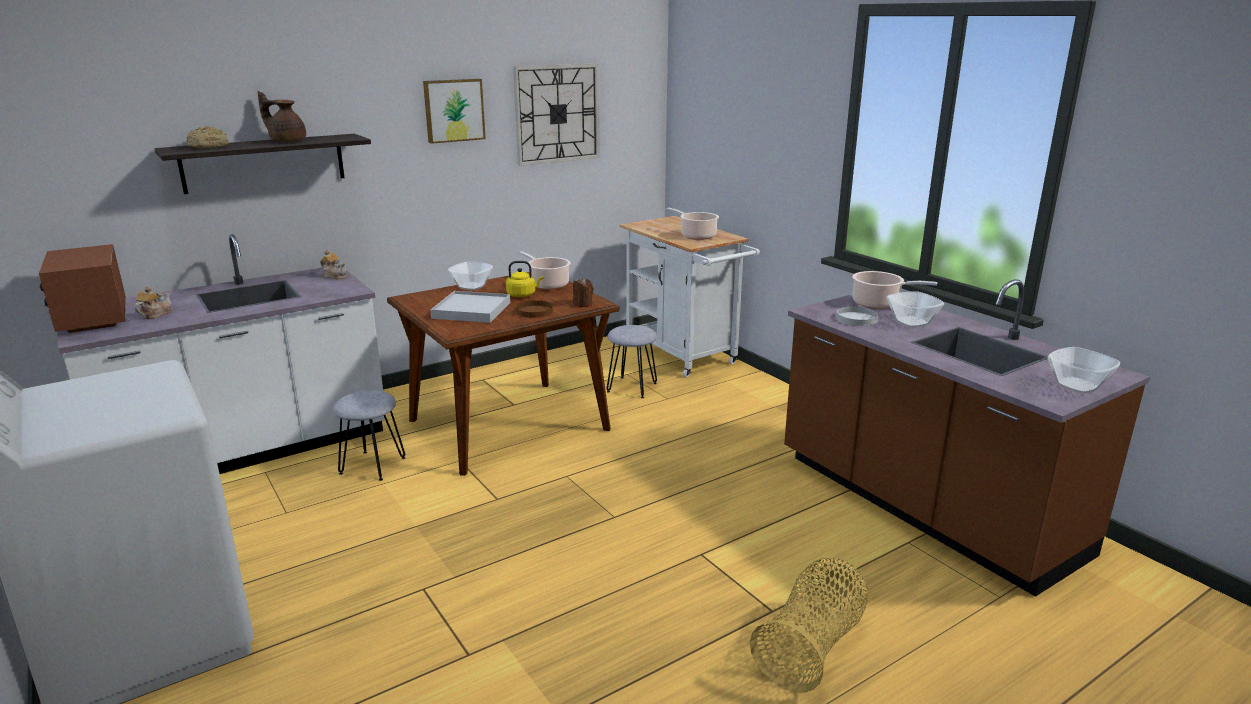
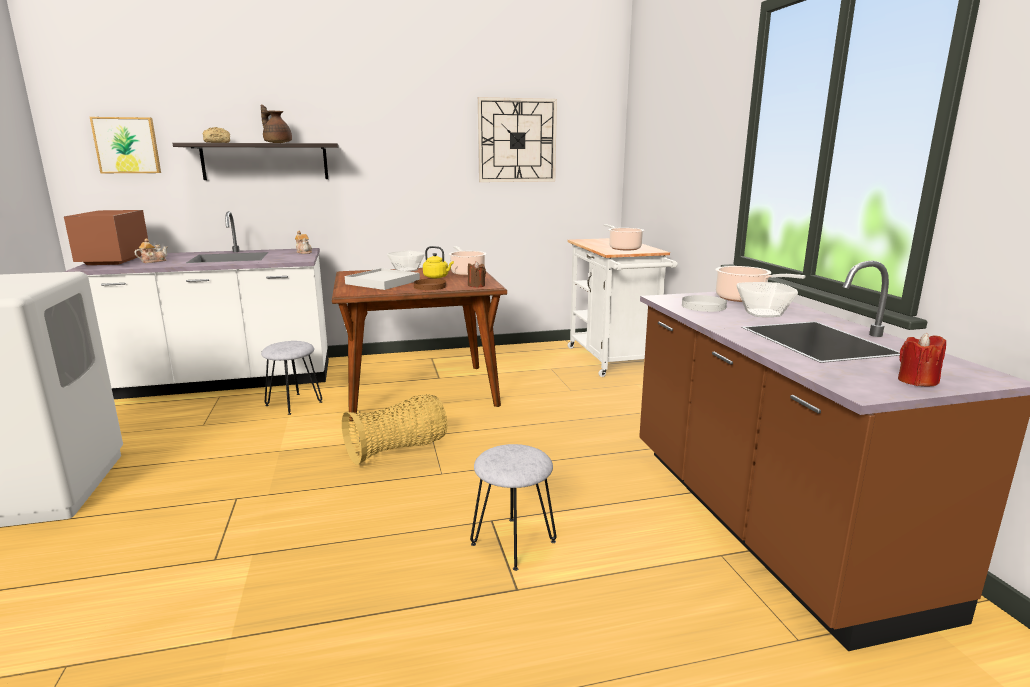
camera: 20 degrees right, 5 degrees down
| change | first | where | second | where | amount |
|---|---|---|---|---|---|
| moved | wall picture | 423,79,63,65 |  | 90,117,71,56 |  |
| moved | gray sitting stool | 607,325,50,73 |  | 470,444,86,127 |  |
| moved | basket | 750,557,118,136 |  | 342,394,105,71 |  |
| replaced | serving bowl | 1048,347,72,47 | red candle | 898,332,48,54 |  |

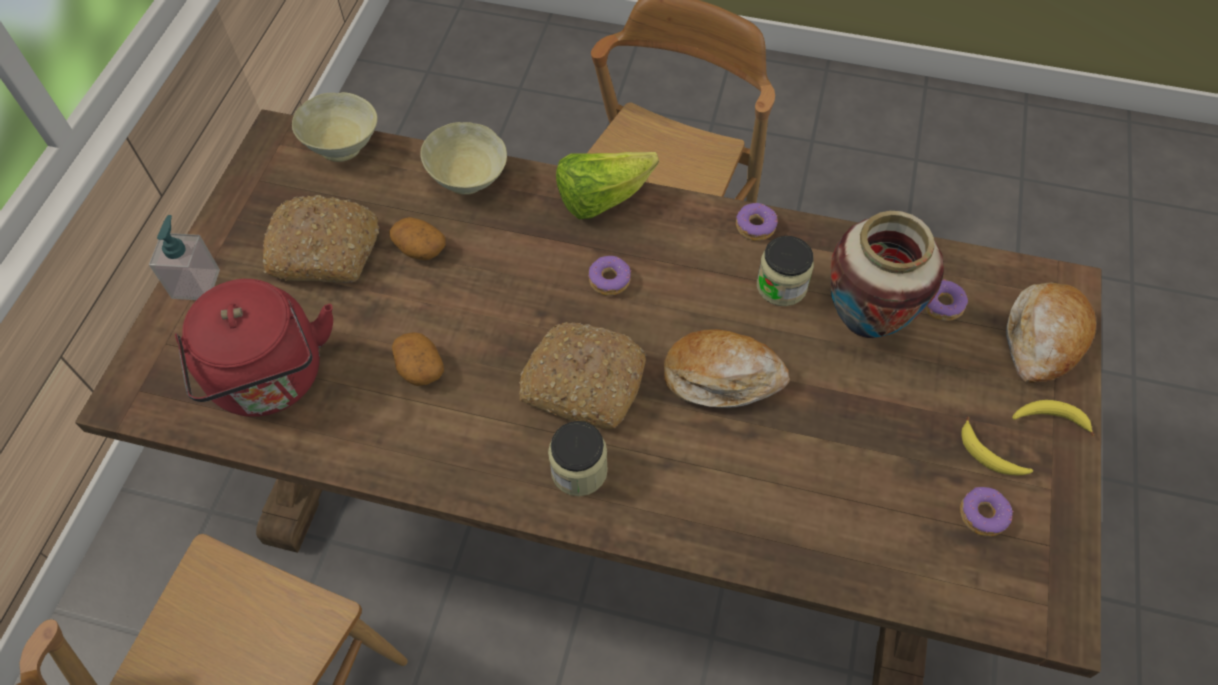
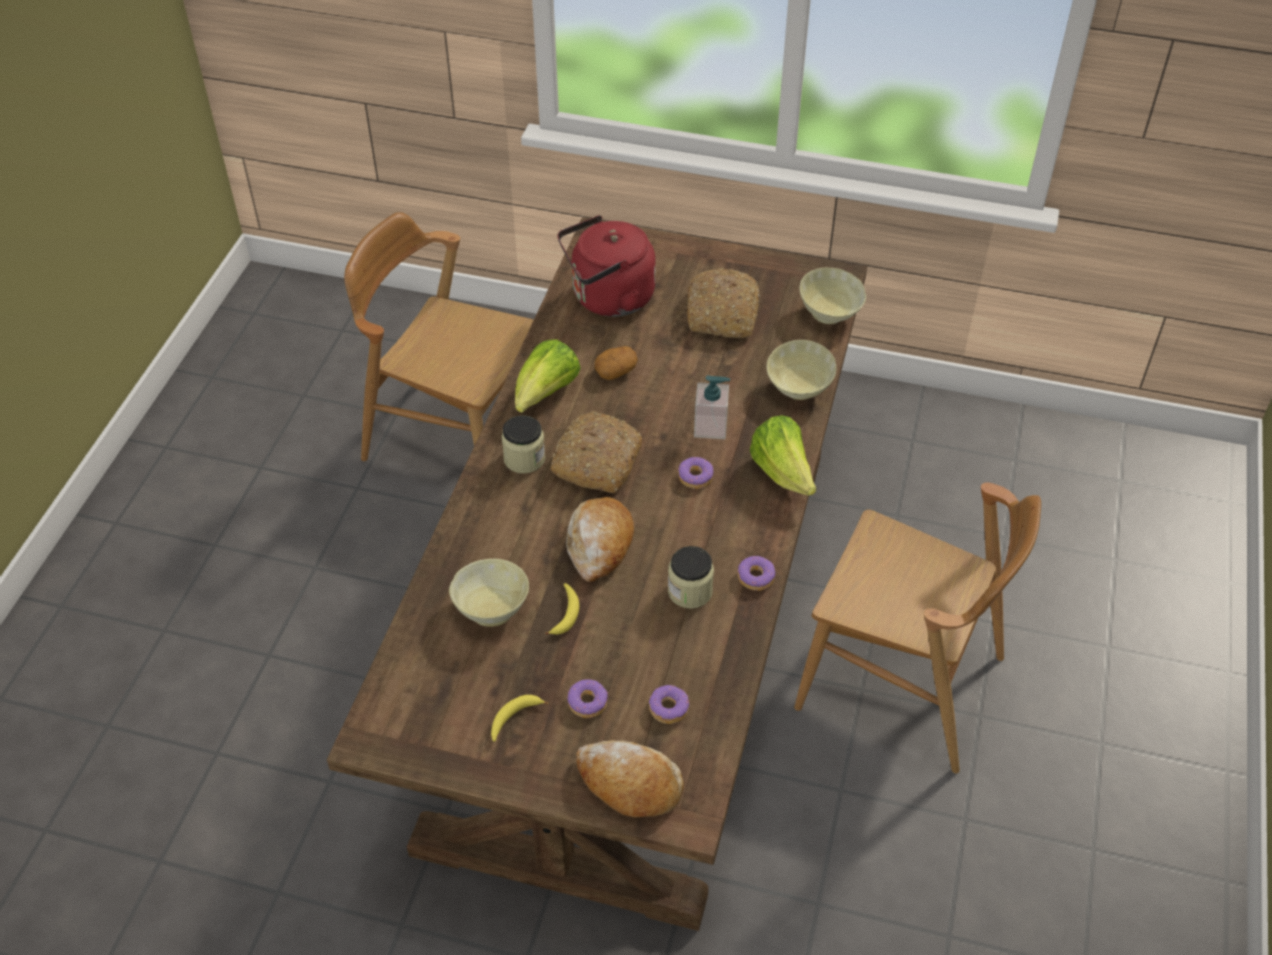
camera: 90 degrees right, 10 degrees down
| change | first | where | second | where | amount |
|---|---|---|---|---|---|
| moved | liquid soap bottle | 149,215,71,85 |  | 694,375,36,64 |  |
| removed | whole potato | 389,217,56,43 |  |  |  |
| removed | decorative vase | 831,211,113,127 |  |  |  |
| moved | doughnut | 960,487,53,49 |  | 567,679,41,39 |  |
| moved | banana | 1012,400,83,37 |  | 545,583,34,52 |  |
| added |  |  | beige serving bowl | 449,559,80,68 |  |
| added |  |  | lettuce | 515,339,66,74 |  |

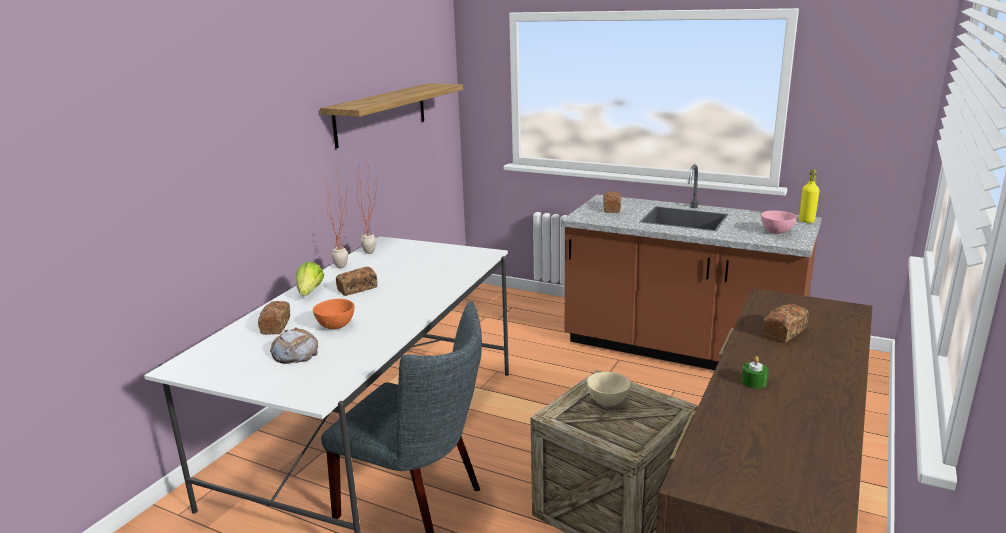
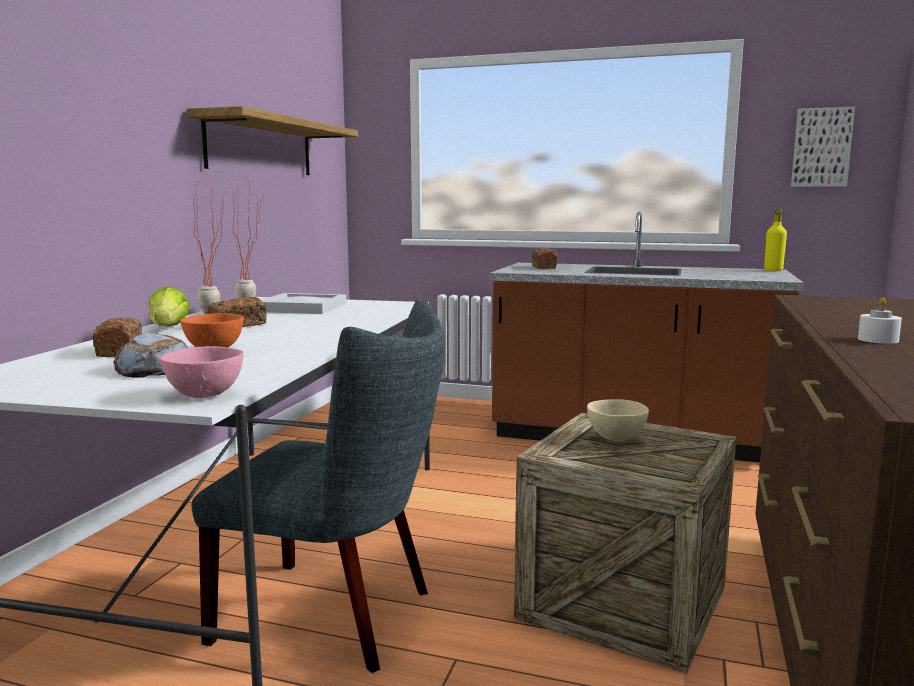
camera: 10 degrees left, 10 degrees down
| change | first | where | second | where | amount |
|---|---|---|---|---|---|
| recoloured | greenish candle | 741,356,28,33 | white-coloured candle | 858,297,44,47 |  |
| moved | pink-coloured serving bowl | 761,210,36,24 |  | 160,346,84,52 |  |
| removed | bread | 762,304,47,39 |  |  |  |
| added |  |  | white-coloured carrying tray | 261,293,85,21 |  |
| added |  |  | wall picture | 791,107,64,80 |  |

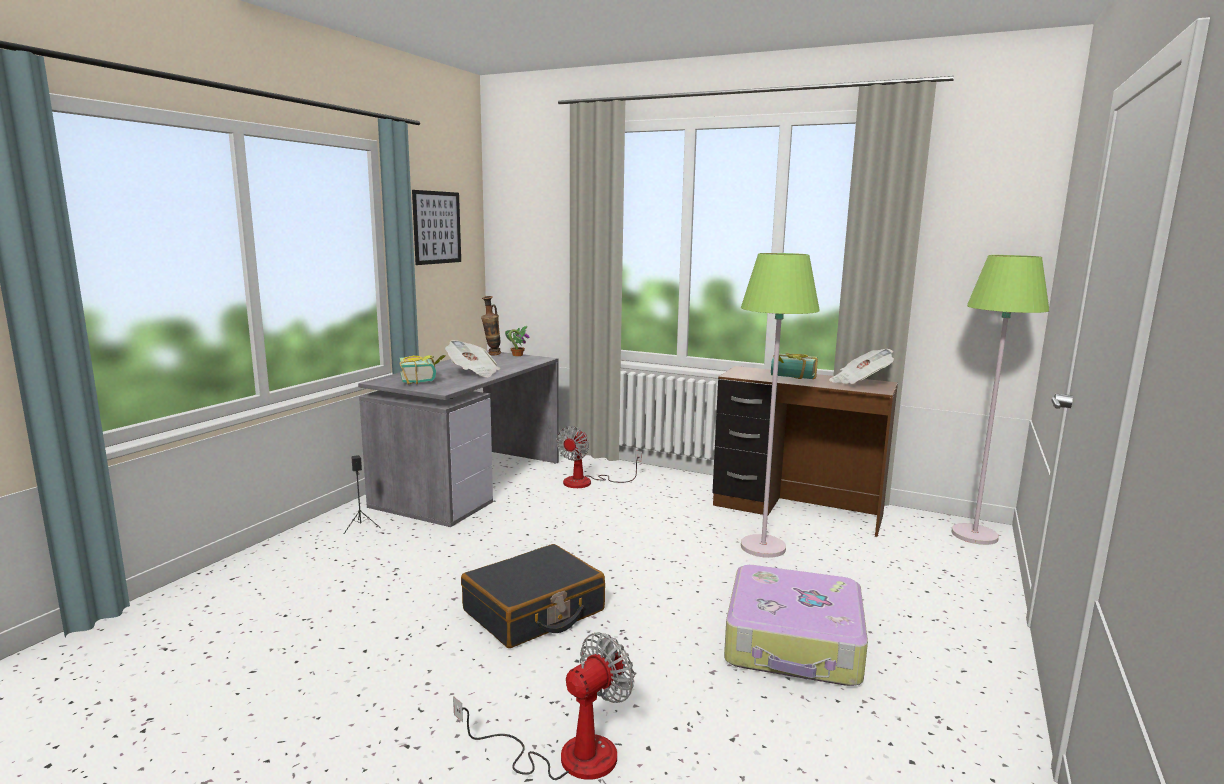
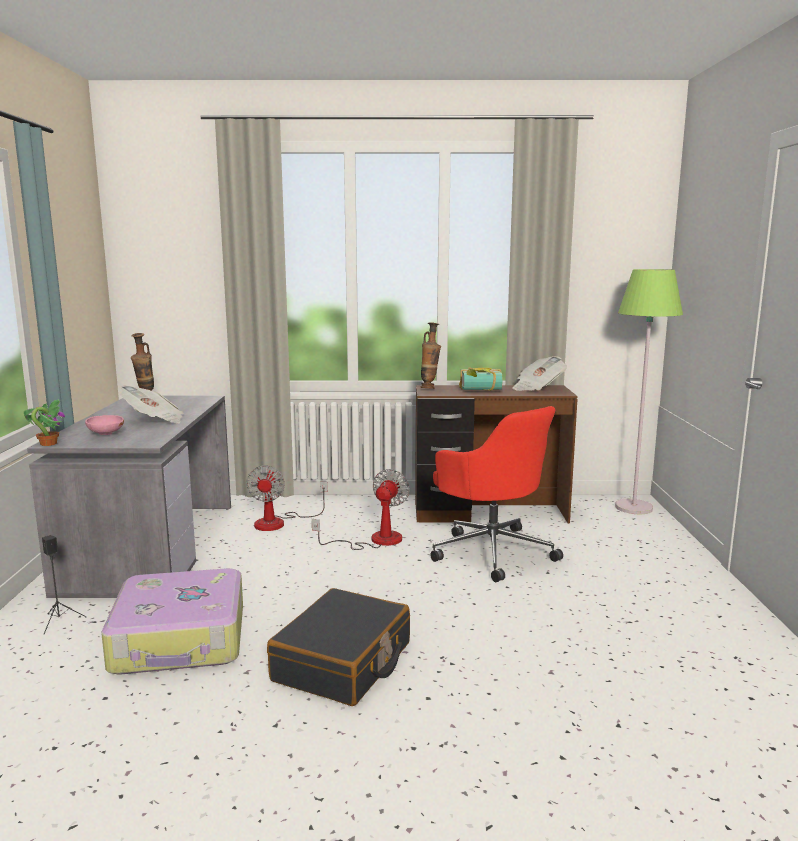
camera: 25 degrees left, 0 degrees up
| change | first | where | second | where | amount |
|---|---|---|---|---|---|
| replaced | volume | 400,355,46,30 | pink-coloured serving bowl | 85,415,39,20 |  |
| removed | wall picture | 412,190,49,75 |  |  |  |
| moved | electric fan | 453,632,182,148 |  | 312,469,98,81 |  |
| moved | potted plant | 505,326,25,30 |  | 24,399,41,47 |  |
| moved | travel case | 724,565,144,121 |  | 101,568,142,106 |  |
| replaced | greenish standing lamp | 741,253,79,305 | red desk chair | 430,406,133,176 |  |
| added |  |  | decorative vase | 421,323,20,66 |  |

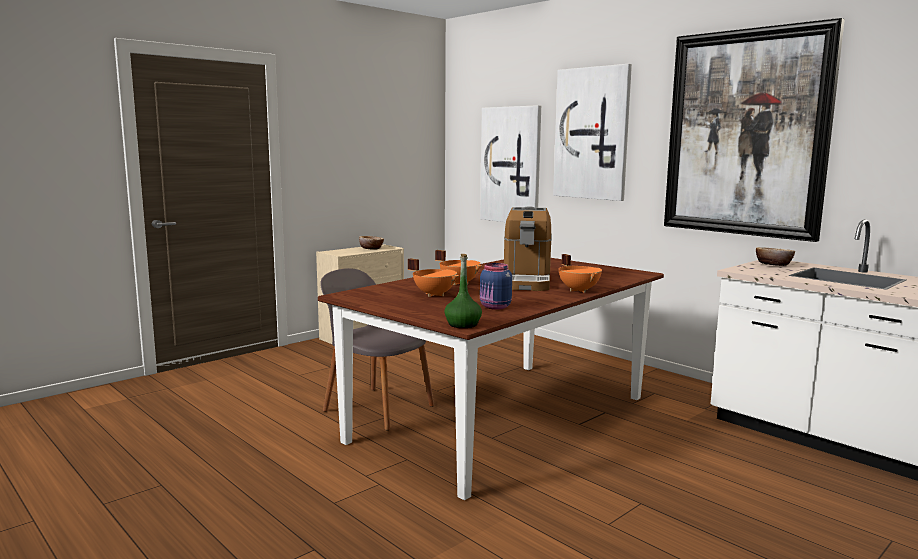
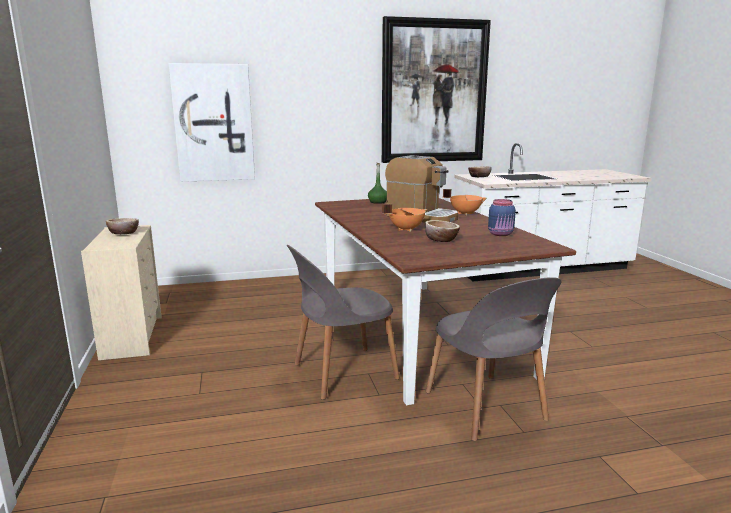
camera: 60 degrees left, 5 degrees up
| change | first | where | second | where | amount |
|---|---|---|---|---|---|
| replaced | orangey cooking pot | 408,258,51,39 | serving bowl | 425,220,35,22 |  |
| moved | greenish bottle | 445,254,37,74 |  | 368,163,19,41 |  |
| removed | wall picture | 553,64,79,137 |  |  |  |
| added |  |  | gray upright chair | 426,277,136,164 |  |

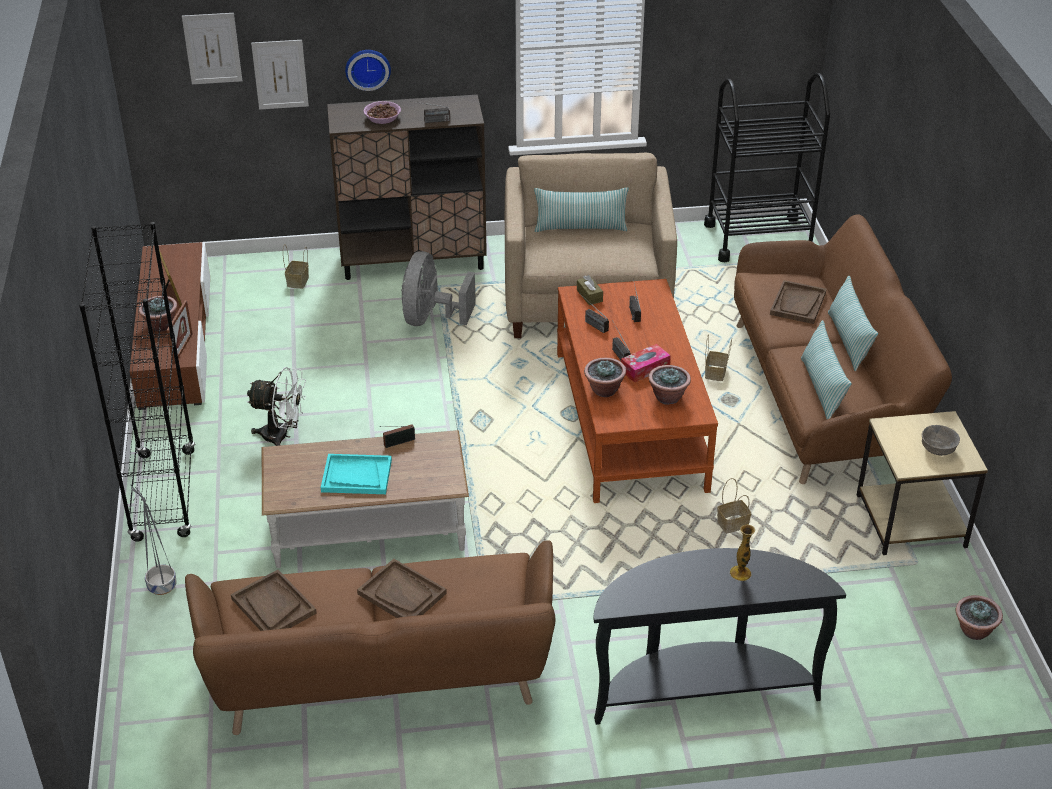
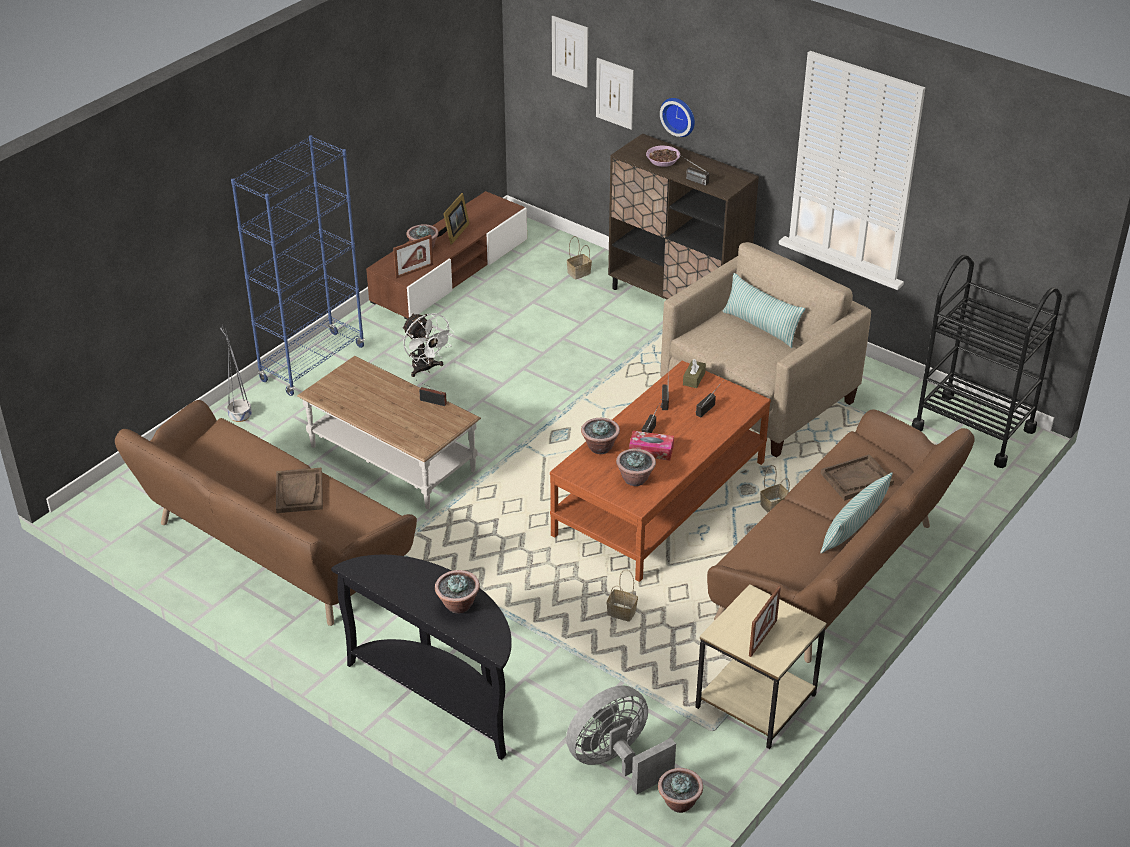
camera: 45 degrees right, 0 degrees up
| change | first | where | second | where | amount |
|---|---|---|---|---|---|
| recoloured | black bookcase | 79,222,116,320 | bluish bookcase | 231,135,134,261 |  |
| removed | brown-coloured carrying tray | 231,570,86,61 |  |  |  |
| removed | turquoise-coloured carrying tray | 321,454,71,40 |  |  |  |
| moved | gray electric fan | 401,251,75,75 |  | 566,685,110,109 |  |
| replaced | decorative vase | 730,525,25,56 | potted plant | 435,570,45,43 |  |
| removed | cushion | 801,320,51,99 |  |  |  |
| replaced | gray serving bowl | 922,425,38,31 | standing frame | 749,586,32,71 |  |

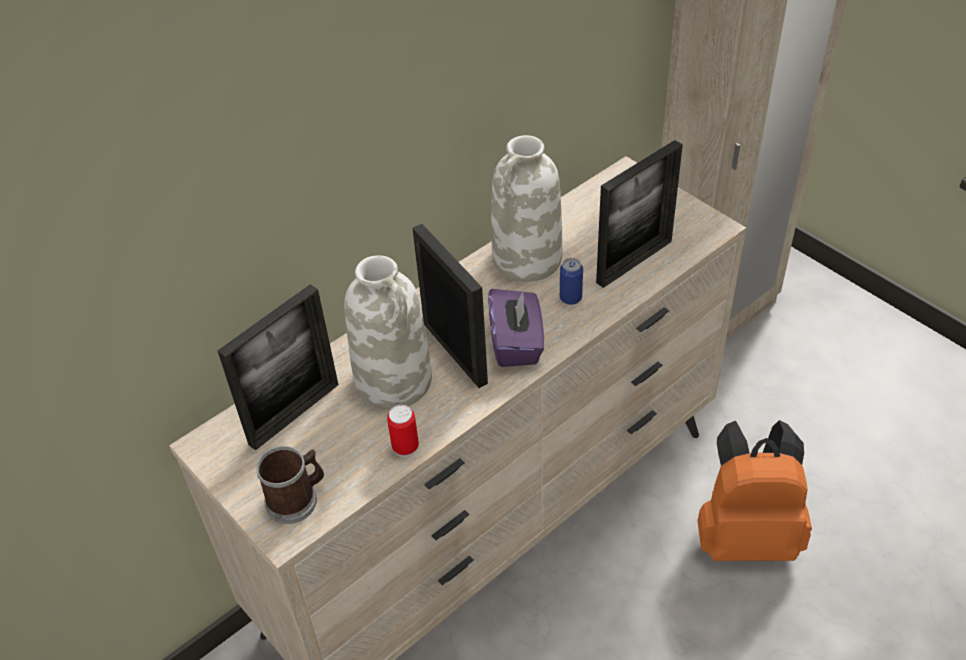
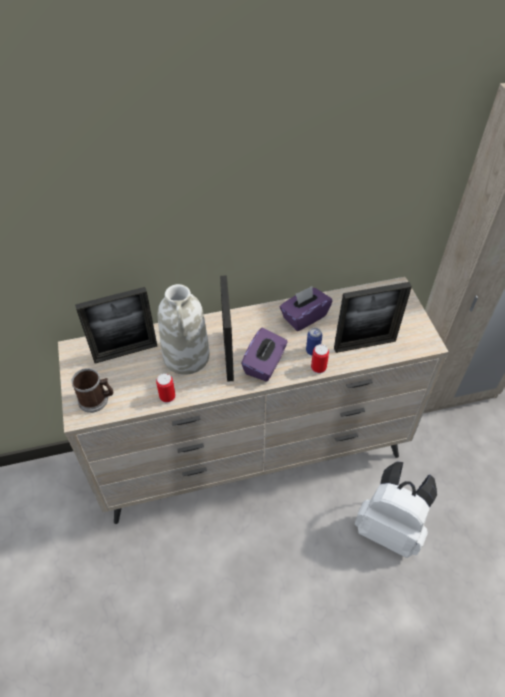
camera: 25 degrees right, 5 degrees up
| change | first | where | second | where | amount |
|---|---|---|---|---|---|
| replaced | white-coloured decorative vase | 491,135,71,147 | purplish box of tissues | 280,286,53,45 |  |
| recoloured | orangey knapsack | 697,420,115,141 | white-coloured knapsack | 355,461,82,97 |  |
| added |  |  | can | 311,344,18,30 |  |

